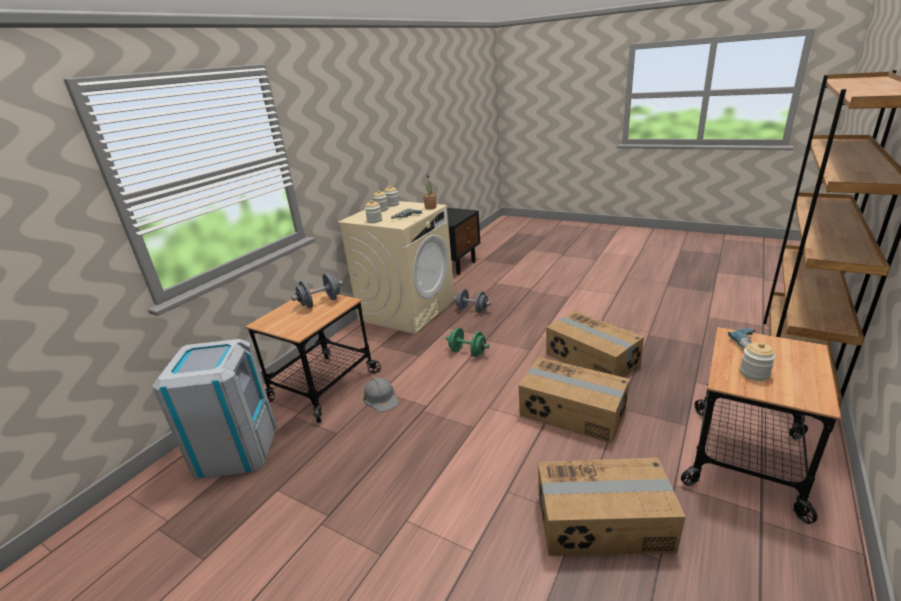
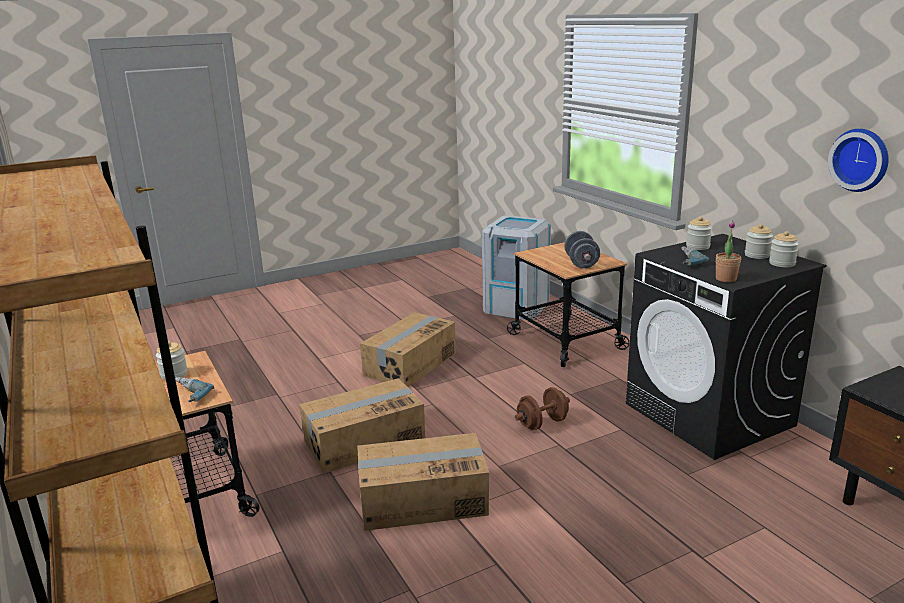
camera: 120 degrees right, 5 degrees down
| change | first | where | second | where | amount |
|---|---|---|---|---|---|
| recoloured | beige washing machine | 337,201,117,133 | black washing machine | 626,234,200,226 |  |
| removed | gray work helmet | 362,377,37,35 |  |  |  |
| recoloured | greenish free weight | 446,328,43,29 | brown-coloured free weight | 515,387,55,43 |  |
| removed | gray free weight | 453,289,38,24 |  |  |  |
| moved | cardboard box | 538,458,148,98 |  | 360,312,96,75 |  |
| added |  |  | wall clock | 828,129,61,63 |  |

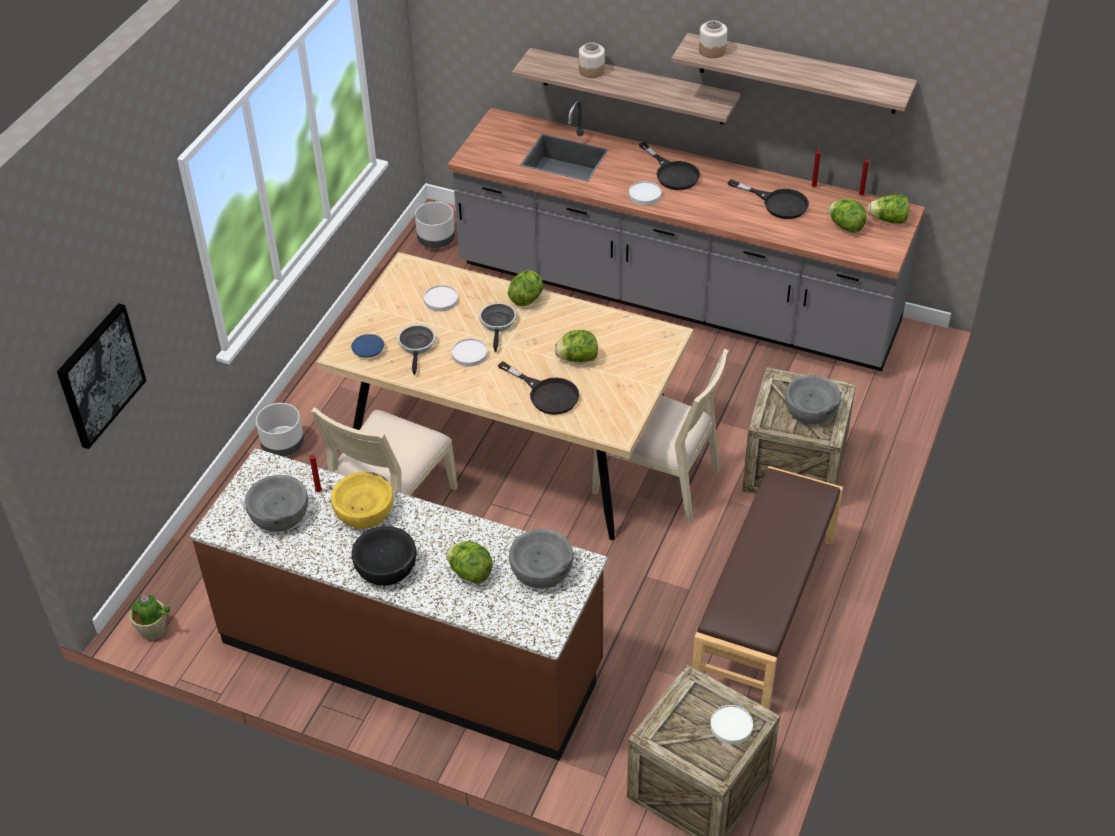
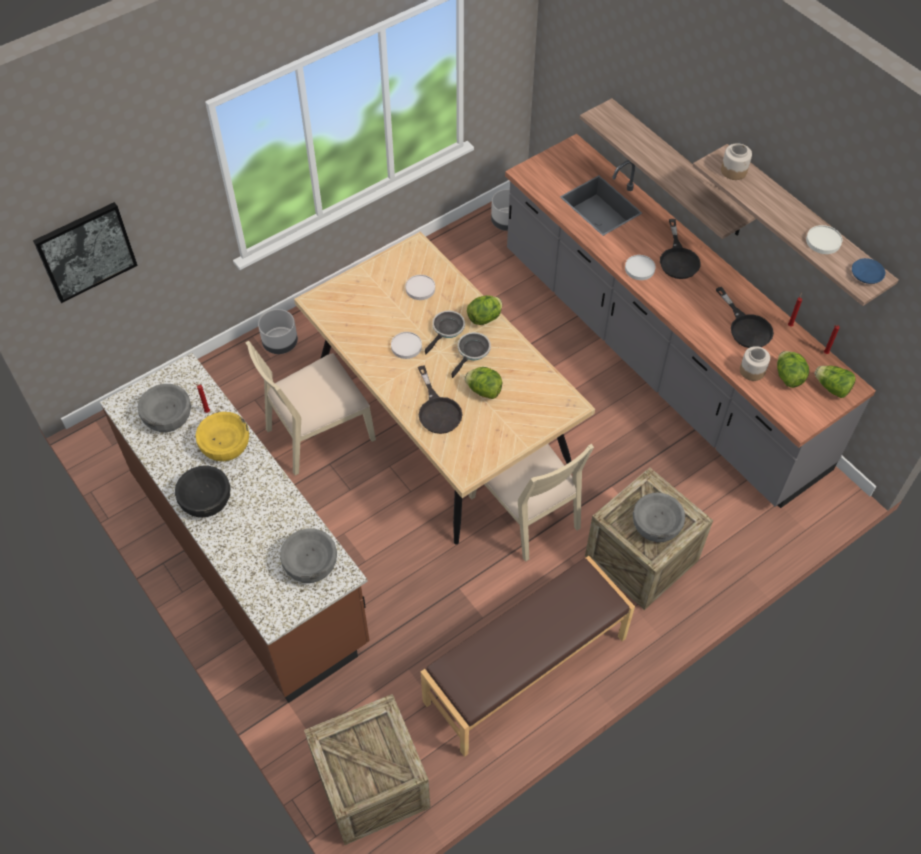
camera: 30 degrees right, 10 degrees up
| change | first | where | second | where | amount |
|---|---|---|---|---|---|
| removed | potted plant | 129,594,41,46 |  |  |  |
| moved | bluish dinner plate | 351,334,33,24 |  | 852,258,33,26 |  |
| moved | skillet | 398,324,38,51 |  | 451,332,40,46 |  |
| removed | lettuce | 446,541,46,43 |  |  |  |
| moved | preserve jar | 579,42,26,36 |  | 740,346,30,35 |  |
| moved | white-coloured dinner plate | 710,705,43,39 |  | 806,225,36,29 |  |

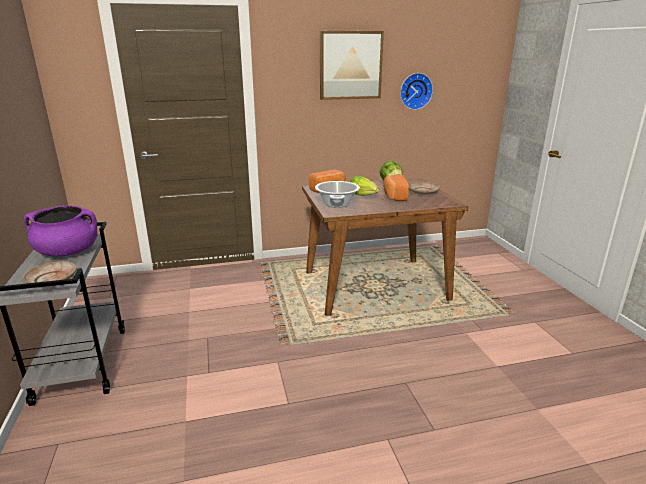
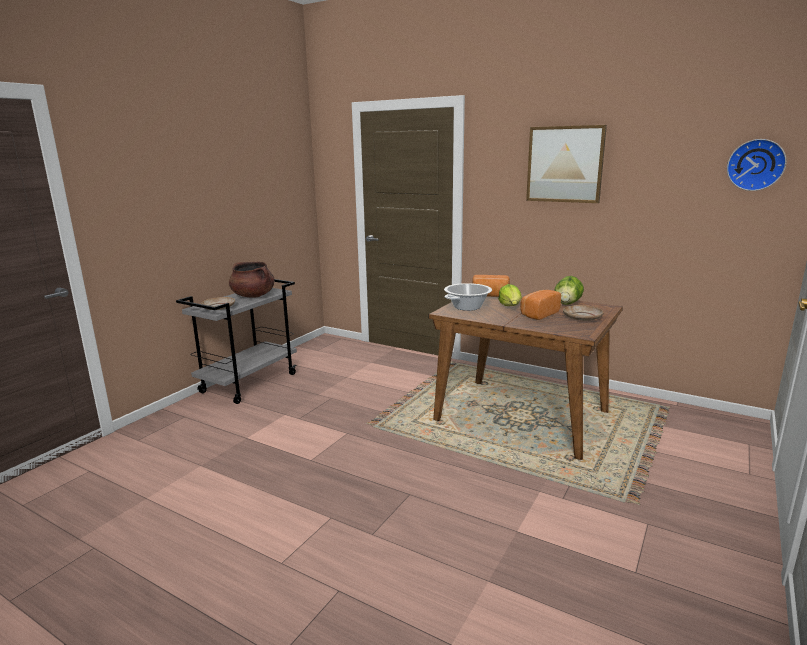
camera: 45 degrees right, 5 degrees down
| change | first | where | second | where | amount |
|---|---|---|---|---|---|
| recoloured | purplish cooking pot | 24,205,74,52 | brown-coloured cooking pot | 229,262,46,36 |  |
| moved | wall clock | 400,73,33,37 |  | 727,139,60,52 |  |

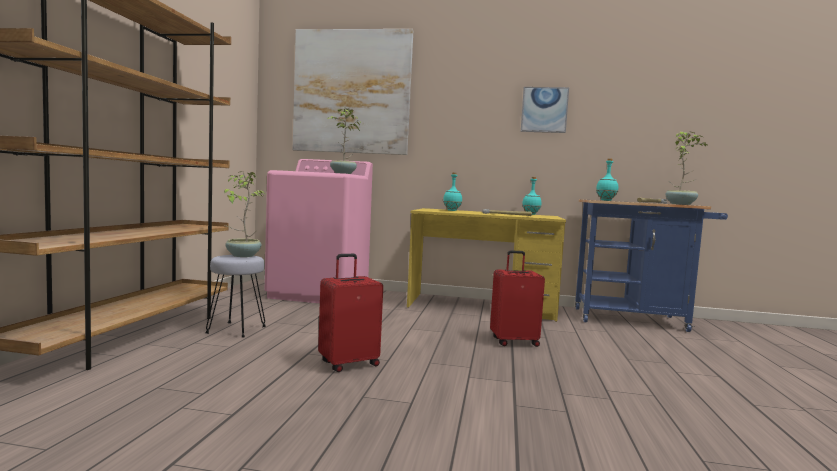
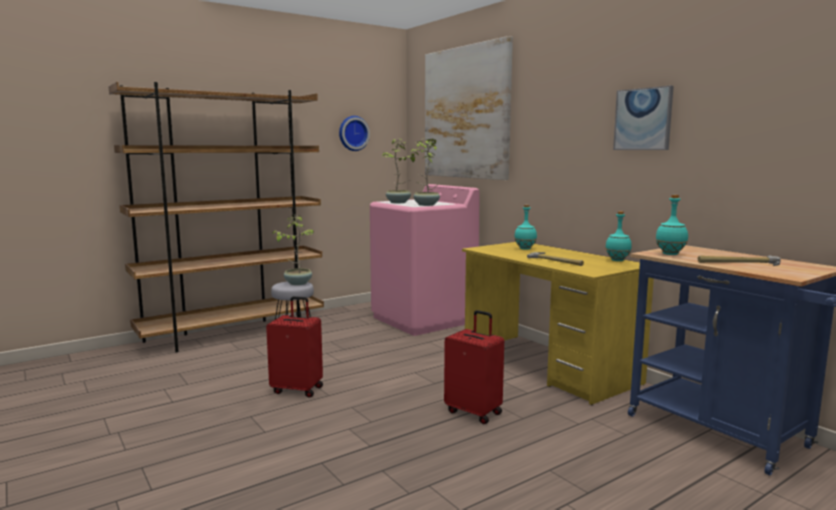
camera: 45 degrees right, 5 degrees up
| change | first | where | second | where | amount |
|---|---|---|---|---|---|
| moved | potted plant | 665,131,44,74 |  | 382,139,36,64 |  |
| added |  |  | wall clock | 339,116,31,35 |  |

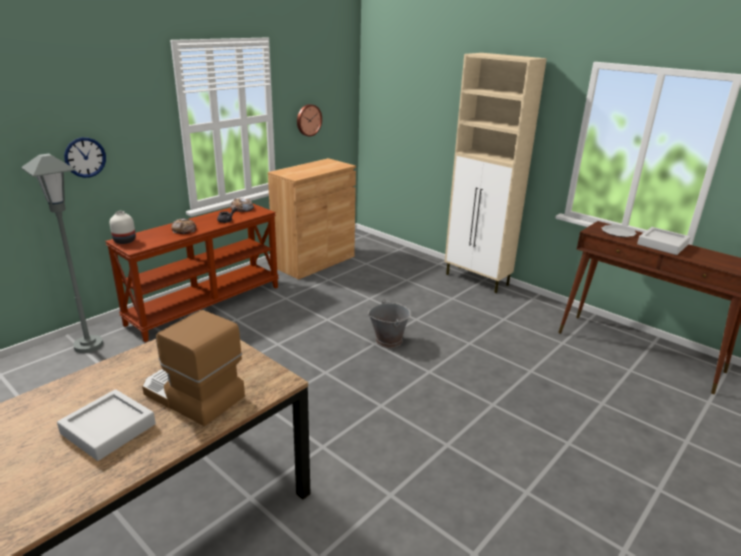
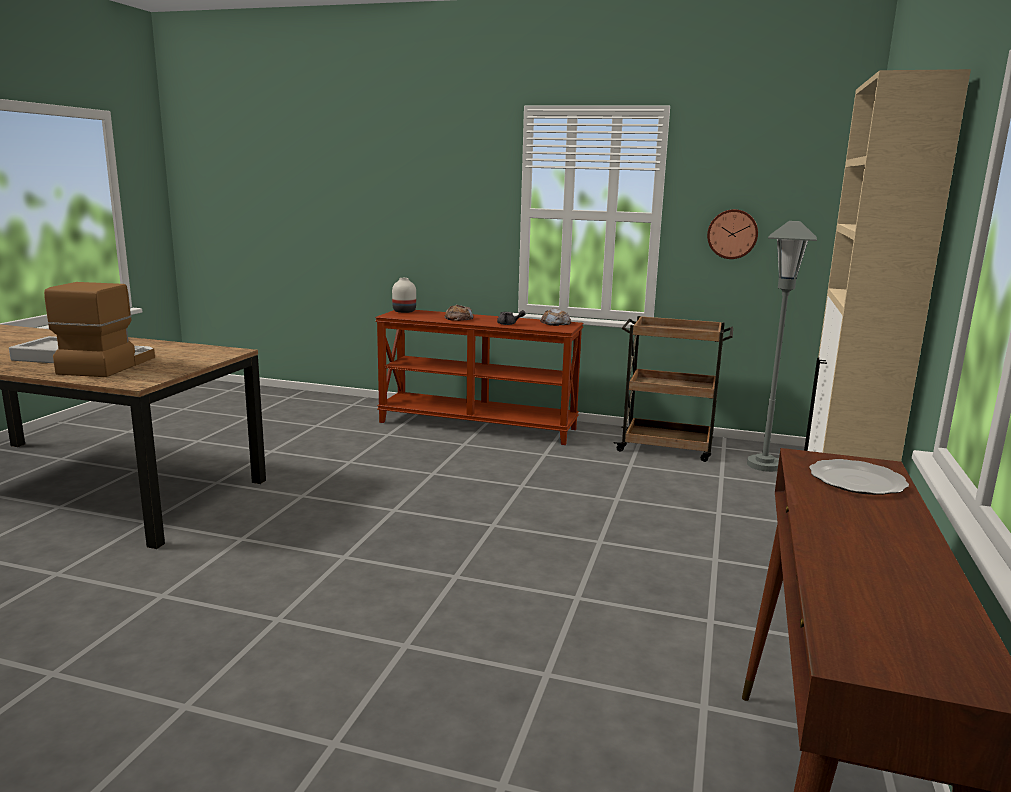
camera: 65 degrees right, 10 degrees down
| change | first | where | second | where | amount |
|---|---|---|---|---|---|
| moved | gray standing lamp | 21,153,82,200 |  | 747,221,70,251 |  |
| removed | wall clock | 64,137,42,41 |  |  |  |
| replaced | brown-coloured storage cabinet | 268,158,88,122 | brown-coloured trolley | 614,316,119,146 |  |
| removed | gray water bucket | 368,299,43,49 |  |  |  |
| removed | gray carrying tray | 637,227,53,28 |  |  |  |

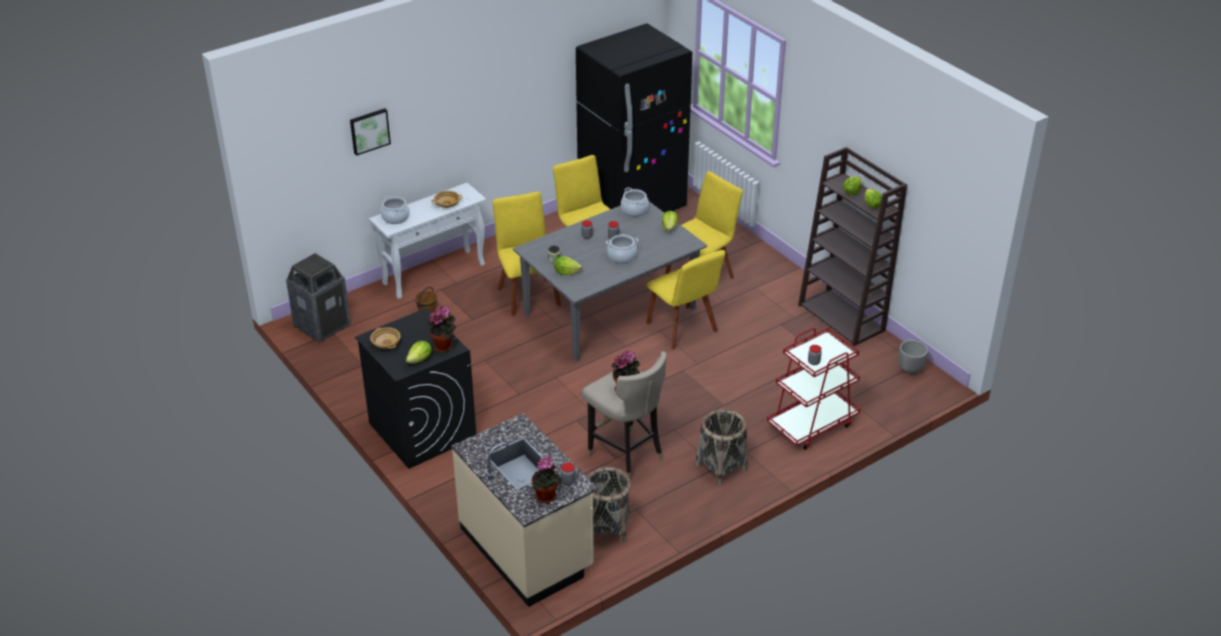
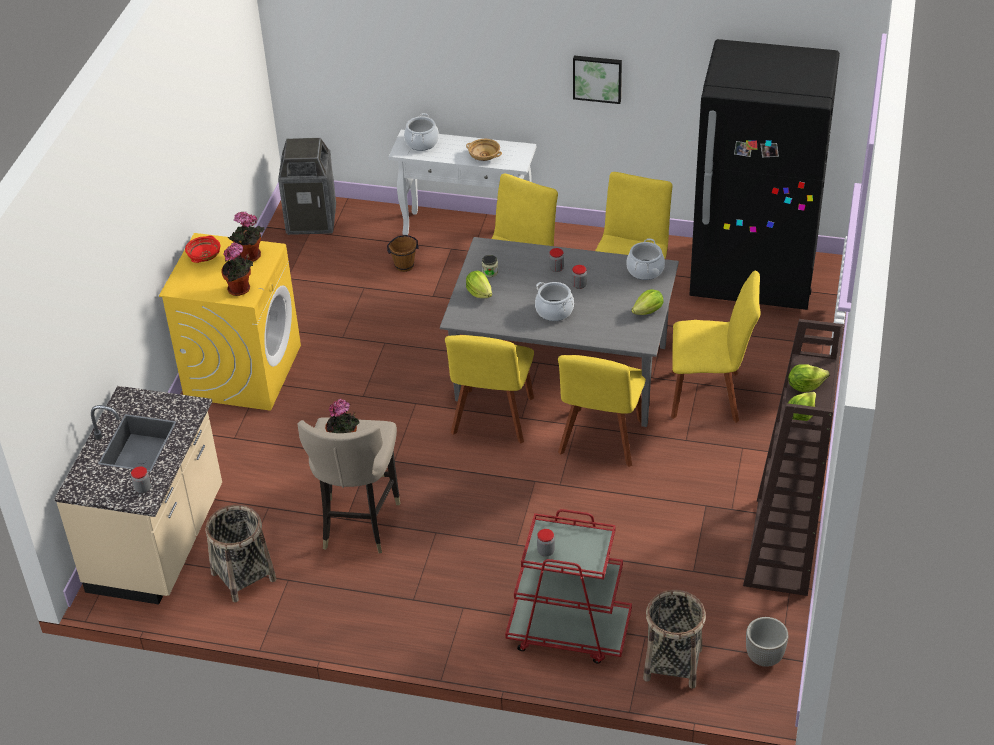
camera: 50 degrees right, 5 degrees up
| change | first | where | second | where | amount |
|---|---|---|---|---|---|
| moved | wall picture | 350,108,41,48 |  | 573,56,49,48 |  |
| recoloured | black washing machine | 355,308,121,161 | yellow washing machine | 159,233,142,178 |  |
| recoloured | beige serving bowl | 370,327,31,22 | red serving bowl | 185,235,35,28 |  |
| removed | lettuce | 406,341,26,22 |  |  |  |
| moved | potted plant | 532,456,29,47 |  | 228,212,36,50 |  |
| moved | basket | 695,409,53,76 |  | 643,590,63,99 |  |
| added |  |  | yellow upright chair | 445,335,89,109 |  |

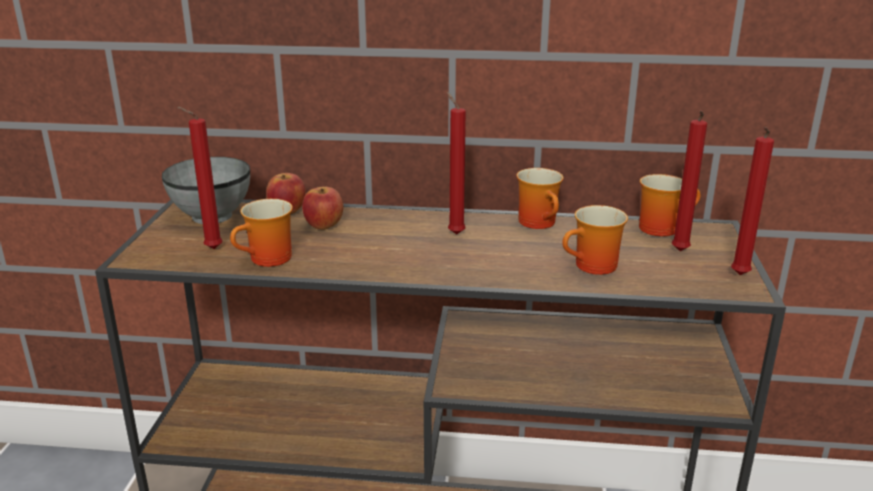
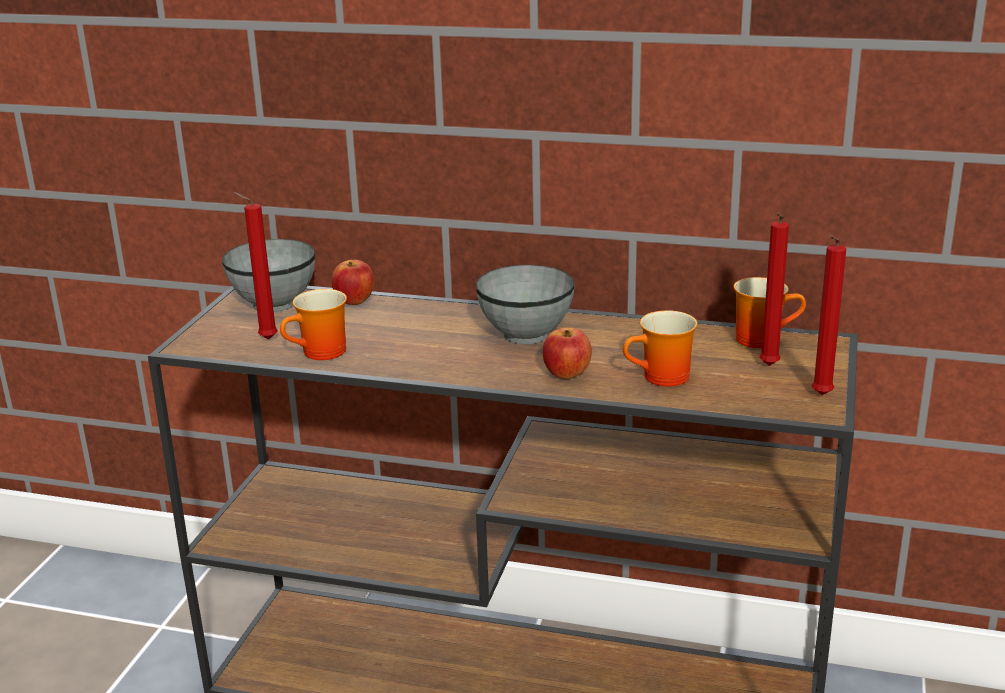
camera: 10 degrees right, 0 degrees up
| change | first | where | second | where | amount |
|---|---|---|---|---|---|
| moved | apple | 302,187,41,43 |  | 543,328,49,51 |  |
| replaced | red candle | 447,92,19,143 | gray serving bowl | 476,265,98,79 |  |
| removed | mug | 516,168,48,61 |  |  |  |

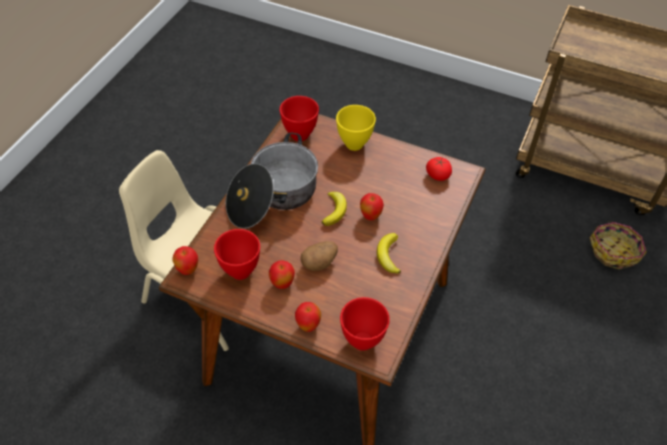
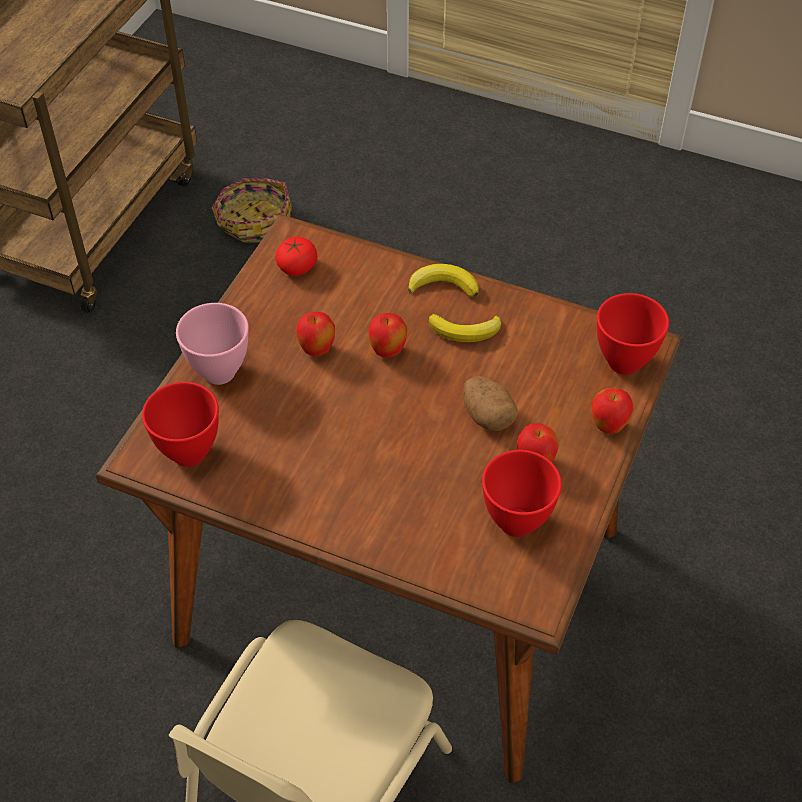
camera: 90 degrees left, 0 degrees up
| change | first | where | second | where | amount |
|---|---|---|---|---|---|
| moved | apple | 173,246,25,29 |  | 296,312,39,44 |  |
| removed | cooking pot | 226,133,92,96 |  |  |  |
| moved | banana | 322,192,25,34 |  | 408,264,71,33 |  |
| recoloured | yellow serving bowl | 336,105,40,46 | pink-coloured serving bowl | 176,303,73,82 |  |

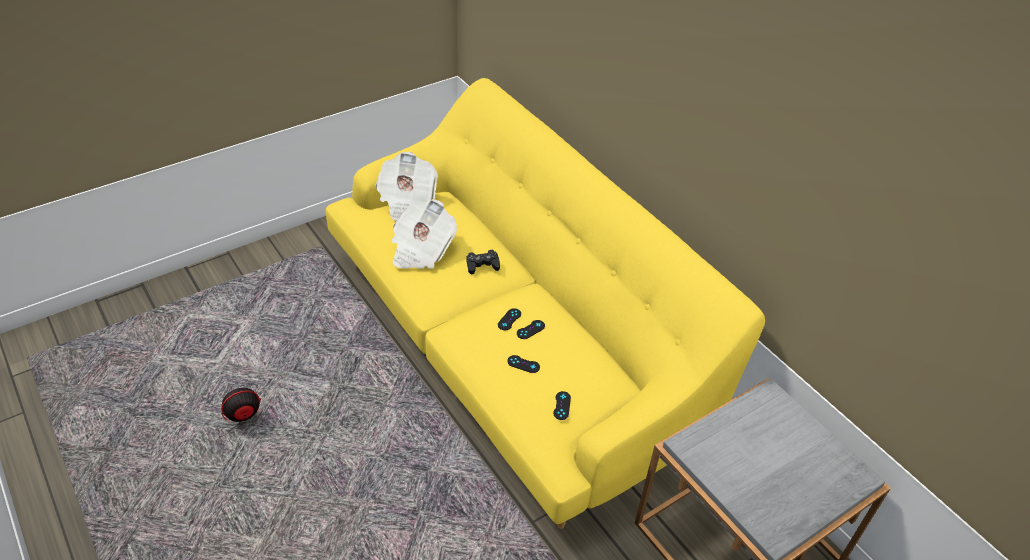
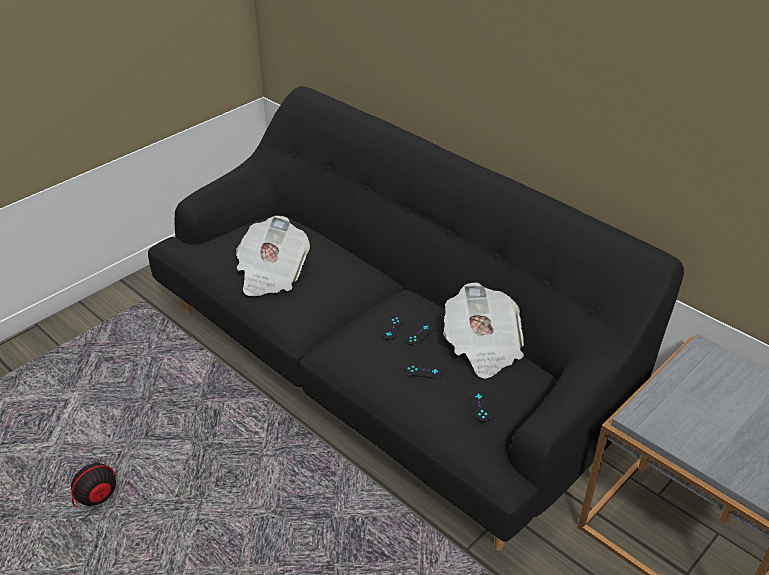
camera: 10 degrees left, 5 degrees down
| change | first | where | second | where | amount |
|---|---|---|---|---|---|
| recoloured | yellow settee | 326,78,439,451 | black settee | 148,86,536,465 |  |
| moved | newspaper | 375,152,63,69 |  | 443,283,81,96 |  |
| removed | black joypad | 466,250,34,24 |  |  |  |

